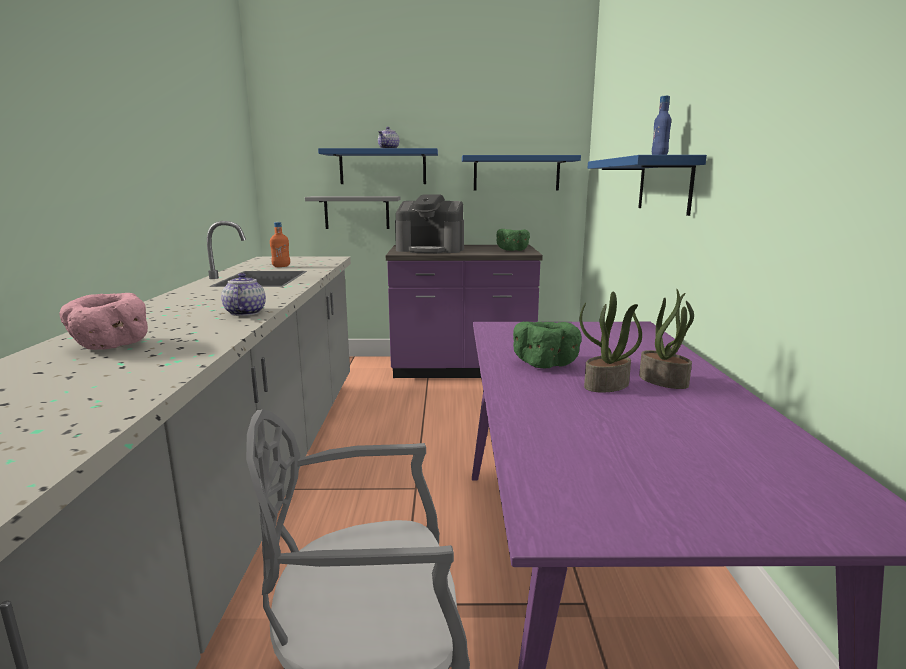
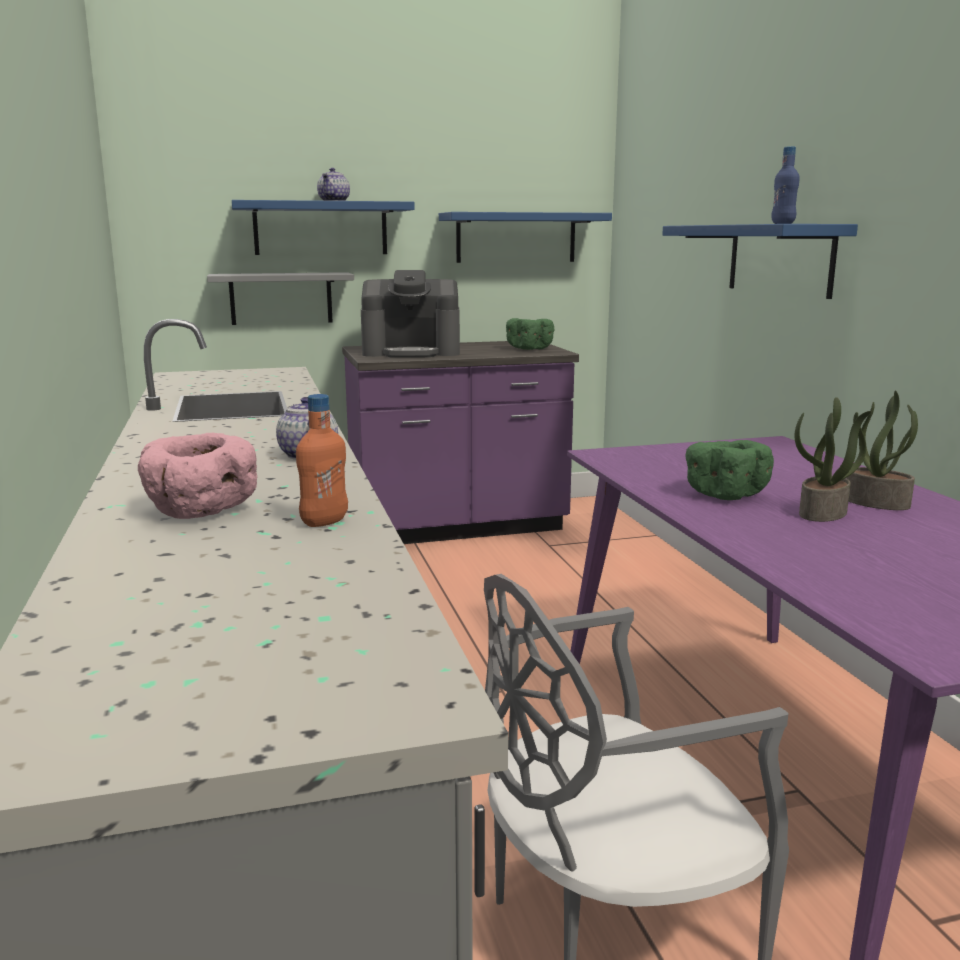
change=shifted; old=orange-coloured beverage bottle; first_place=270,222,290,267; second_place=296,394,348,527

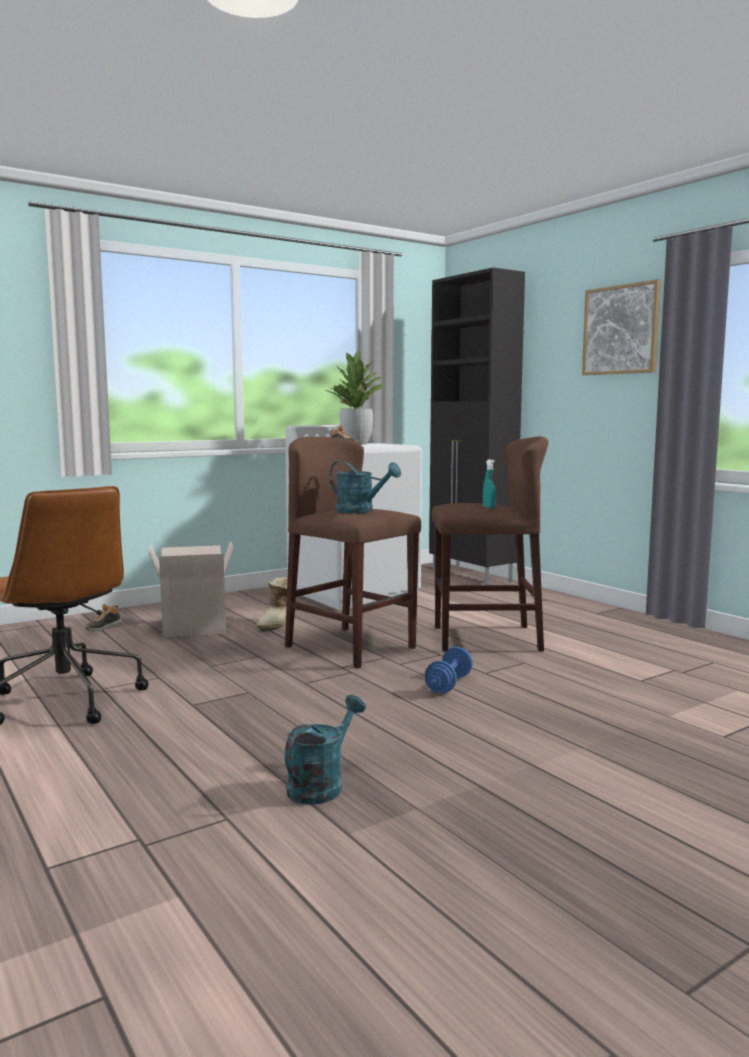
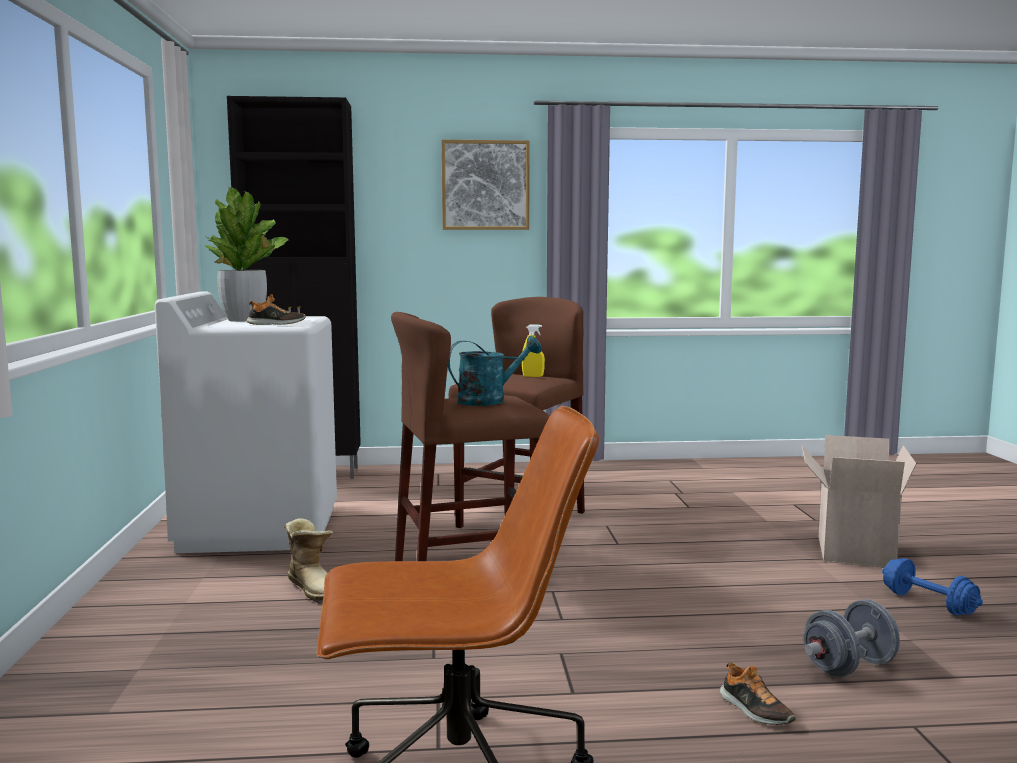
change=repainted; old=turquoise spray bottle; new=yellow-coloured spray bottle; first_place=483,460,496,508; second_place=522,325,545,377
change=shifted; old=shoe; first_place=85,604,123,631; second_place=720,662,796,725
change=shifted; old=carton; first_place=149,540,234,638; second_place=802,435,917,567
change=swapped; old=turquoise sprinkling can; new=grey hand weight; first_place=285,695,366,805; second_place=803,599,900,677
change=shifted; old=bluish hand weight; first_place=425,647,473,693; second_place=882,558,983,615

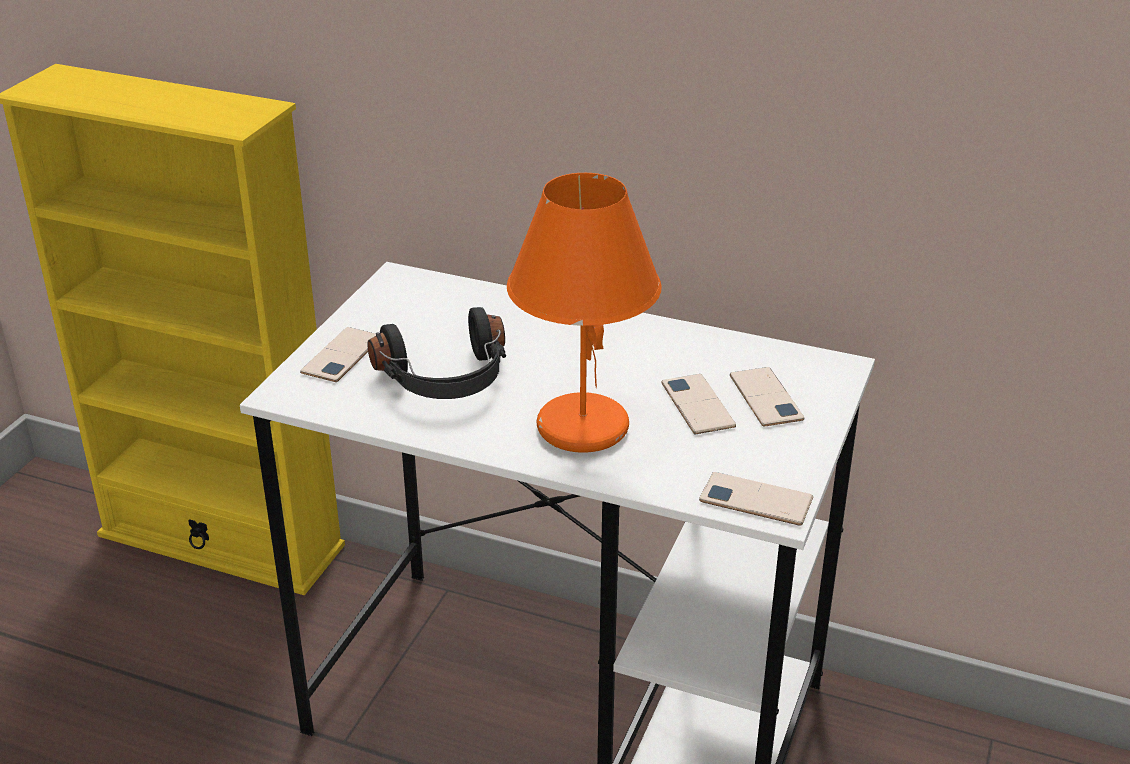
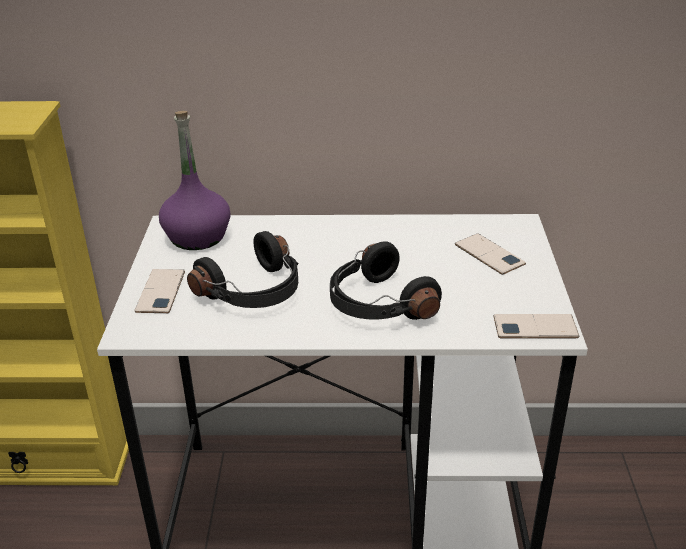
change=new; new=purplish beverage bottle; second_place=159,111,231,250
change=swapped; old=orange-coloured lamp for a table; new=blackish headphones; first_place=507,173,662,453; second_place=330,241,442,320
change=gone; old=telephone; first_place=662,374,736,434

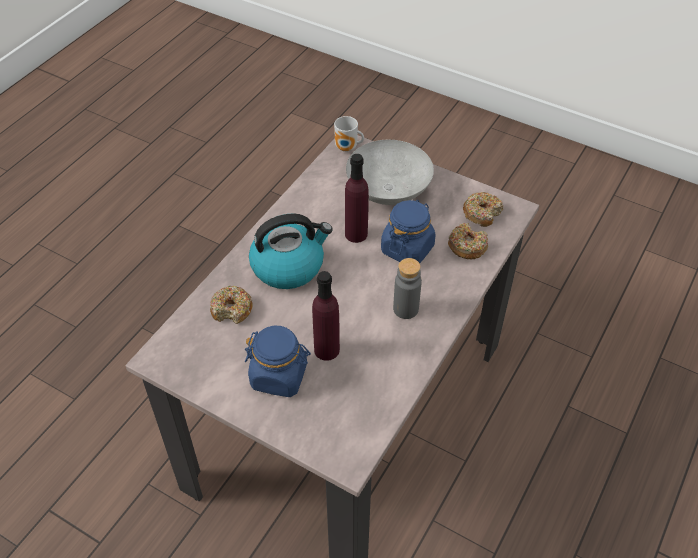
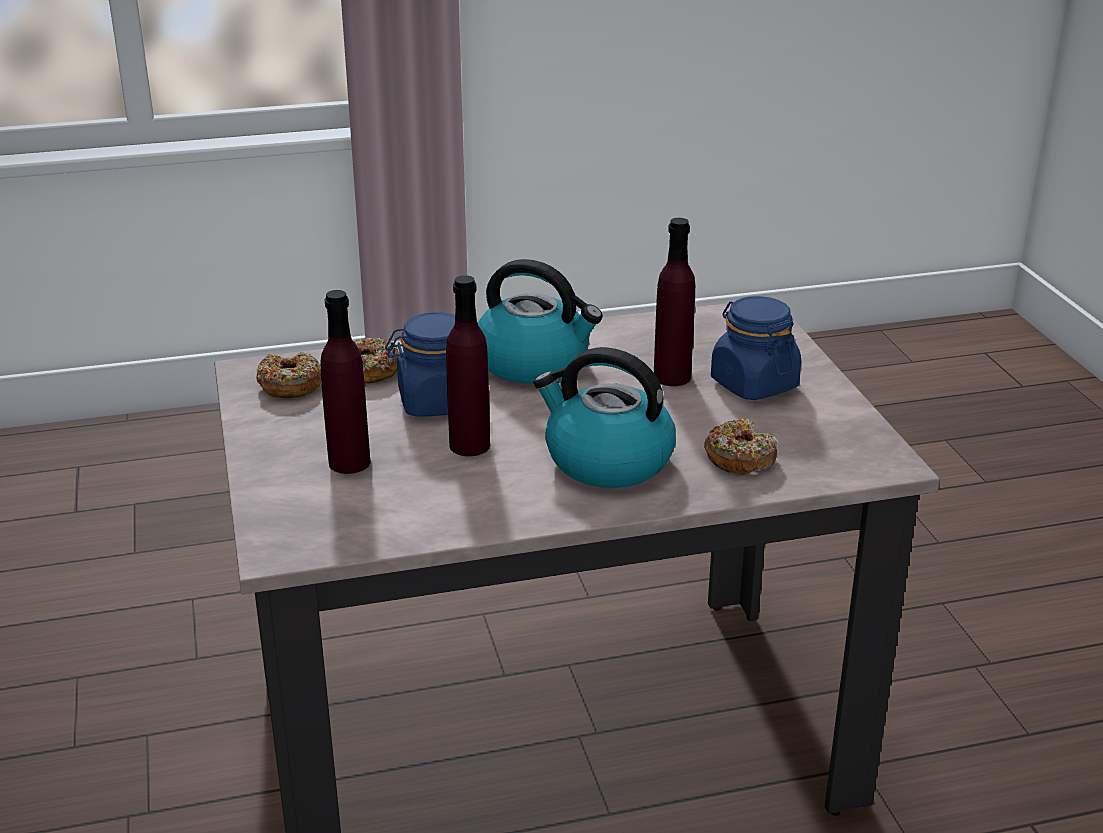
change=swapped; old=grey bowl; new=purplish beverage bottle; first_place=346,140,434,205; second_place=320,290,371,474
change=swapped; old=grey beverage bottle; new=tea kettle; first_place=393,258,422,319; second_place=477,259,603,384
change=gone; old=tea mug; first_place=334,116,364,152

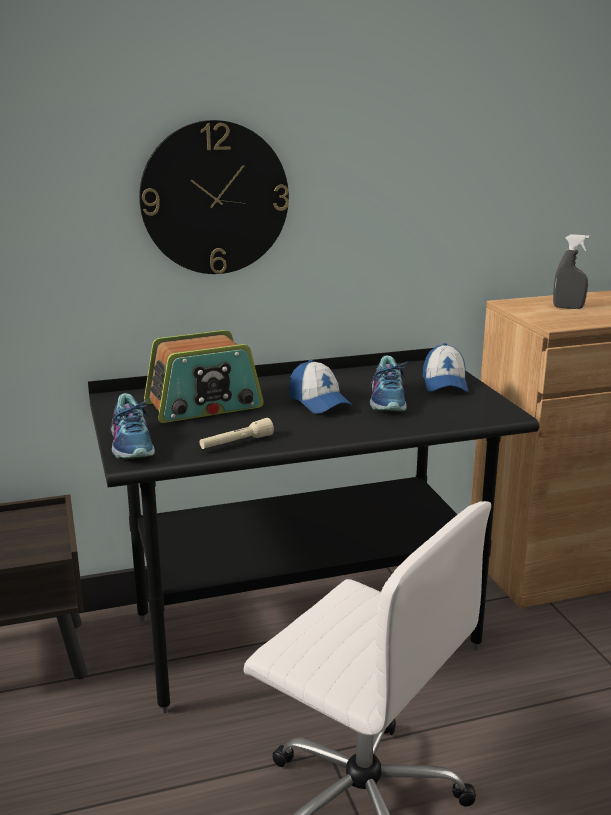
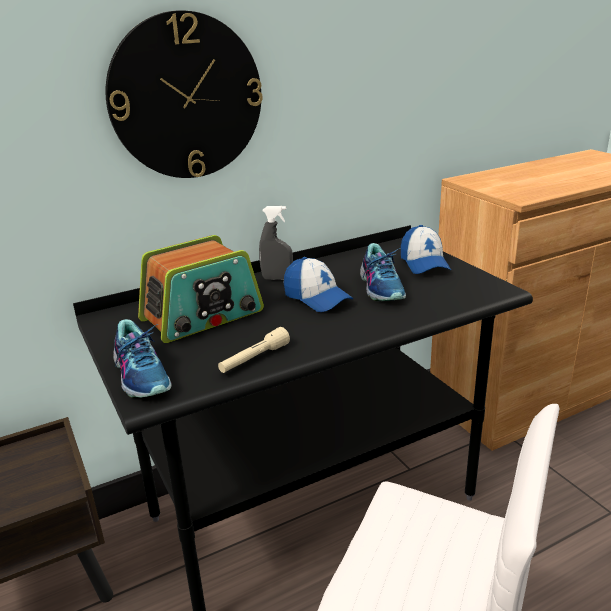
change=shifted; old=grey spray bottle; first_place=553,234,589,309; second_place=259,206,293,280

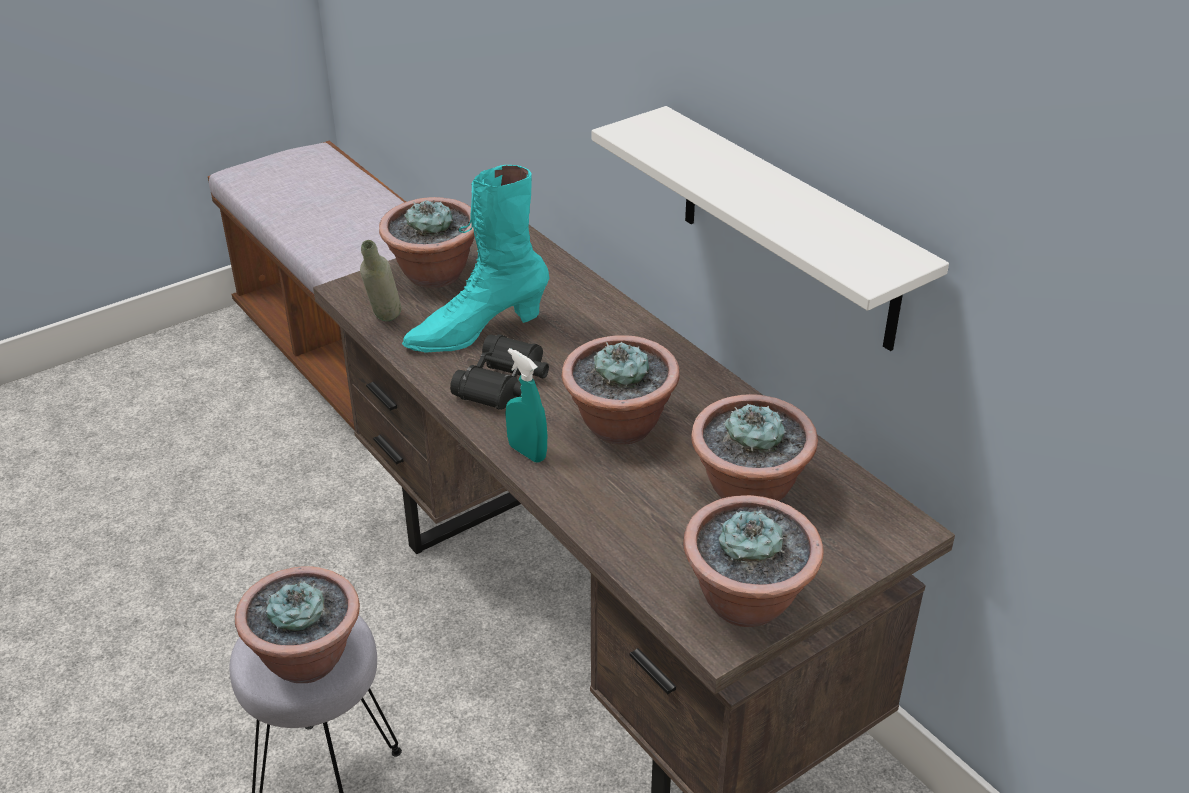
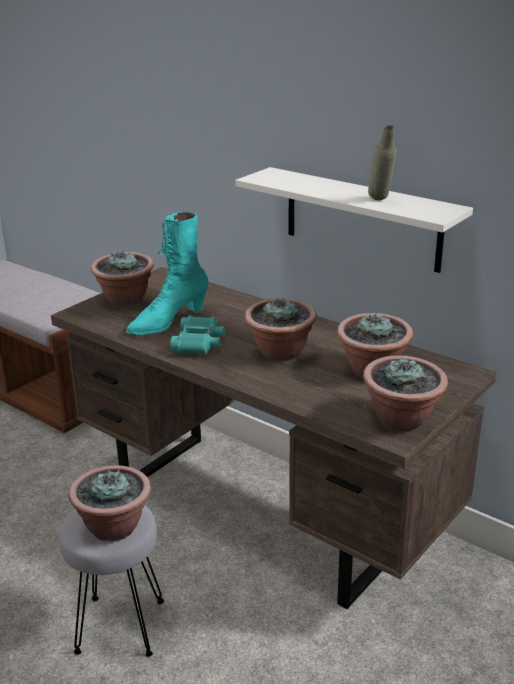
change=repainted; old=blackish field glasses; new=turquoise field glasses; first_place=450,334,549,410; second_place=170,316,225,355
change=shifted; old=grey beverage bottle; first_place=360,240,401,321; second_place=368,125,397,200
change=gone; old=turquoise spray bottle; first_place=505,348,547,463

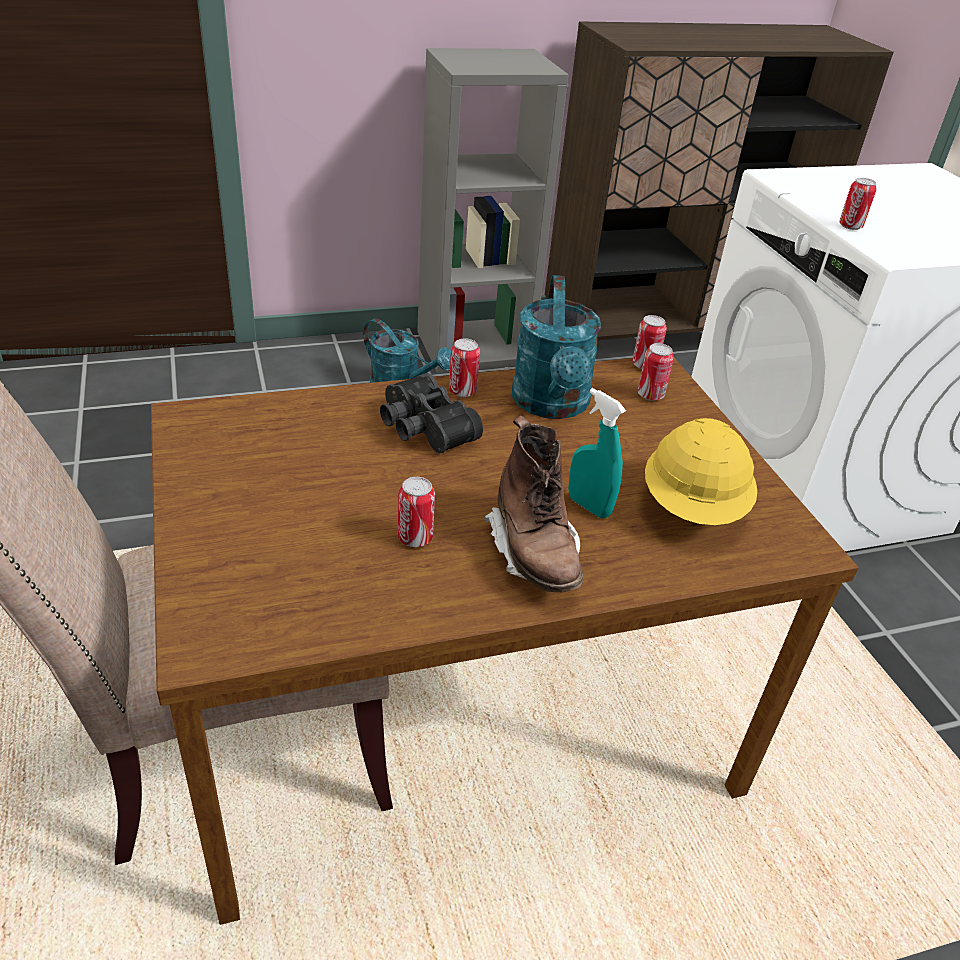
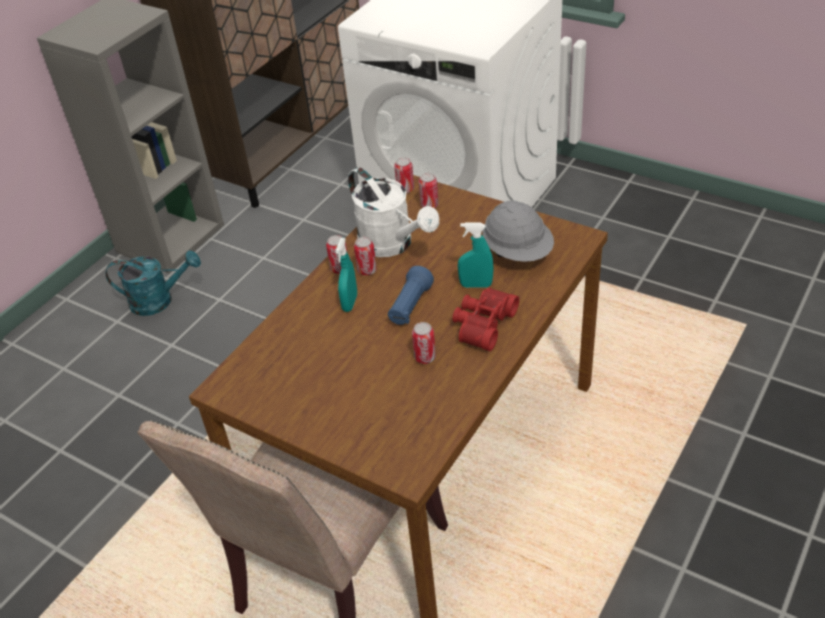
change=swapped; old=blackish field glasses; new=turquoise spray bottle; first_place=380,373,483,453; second_place=335,238,357,312
change=repainted; old=turquoise sprinkling can; new=whitish sprinkling can; first_place=512,275,601,419; second_place=348,167,439,257
change=shifted; old=can; first_place=839,178,877,230; second_place=354,237,377,275
change=new; new=bluish hand torch; second_place=388,266,434,325
change=swapped; old=brownish tall boot; new=reddish field glasses; first_place=484,416,583,592; second_place=452,287,519,351
change=repainted; old=yellow-coloured safety helmet; new=grey safety helmet; first_place=645,418,758,525; second_place=482,201,554,262

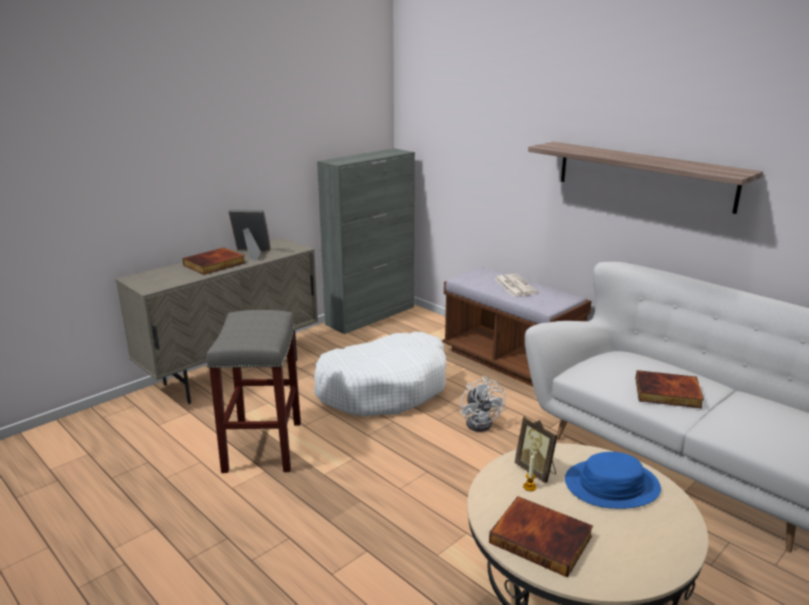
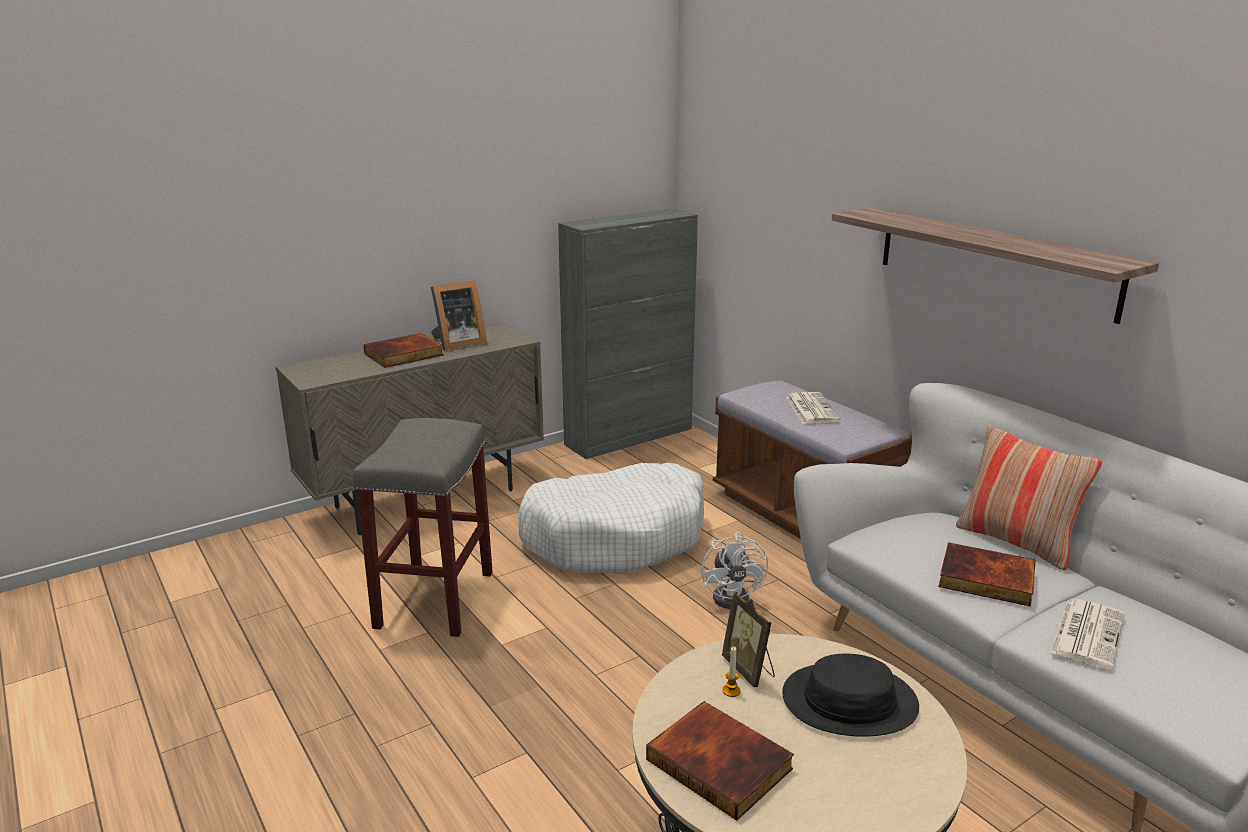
change=rotated; old=picture frame; first_place=229,209,271,260; second_place=431,281,487,350; degrees=135
change=repainted; old=bluish hat; new=blackish hat; first_place=565,452,661,509; second_place=782,654,919,737
change=new; new=throw pillow; second_place=956,426,1102,570
change=new; new=printed paper; second_place=1050,599,1125,670

